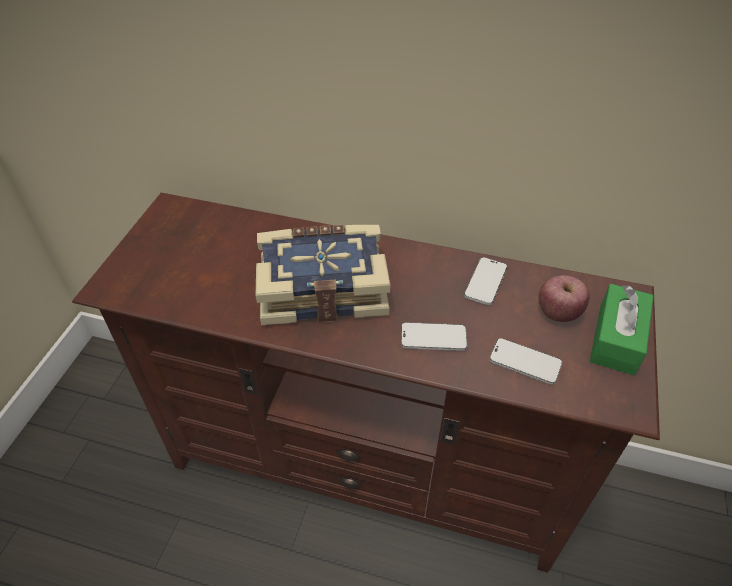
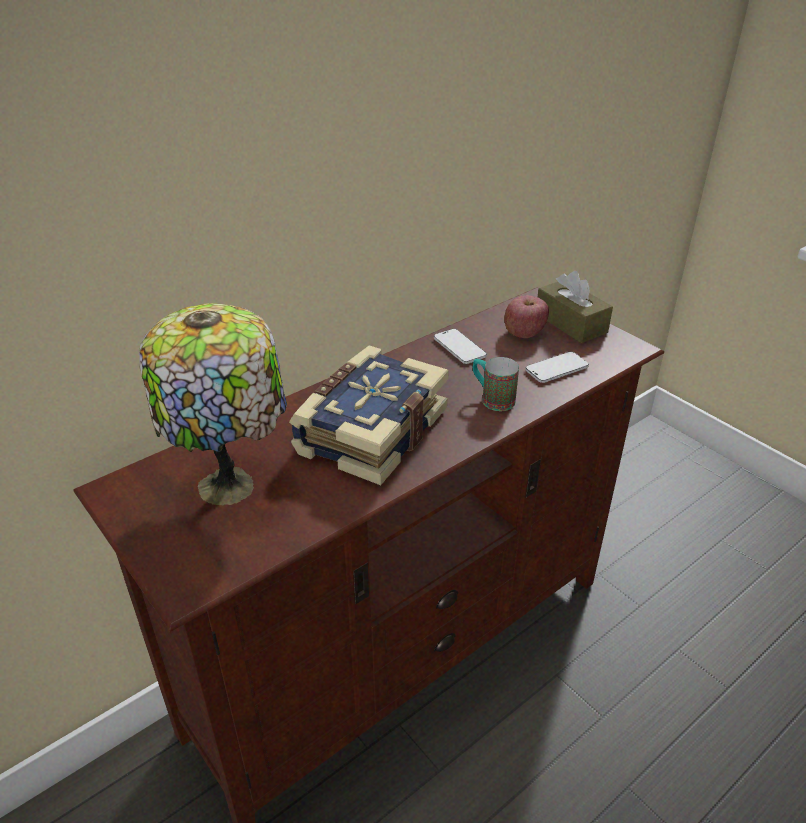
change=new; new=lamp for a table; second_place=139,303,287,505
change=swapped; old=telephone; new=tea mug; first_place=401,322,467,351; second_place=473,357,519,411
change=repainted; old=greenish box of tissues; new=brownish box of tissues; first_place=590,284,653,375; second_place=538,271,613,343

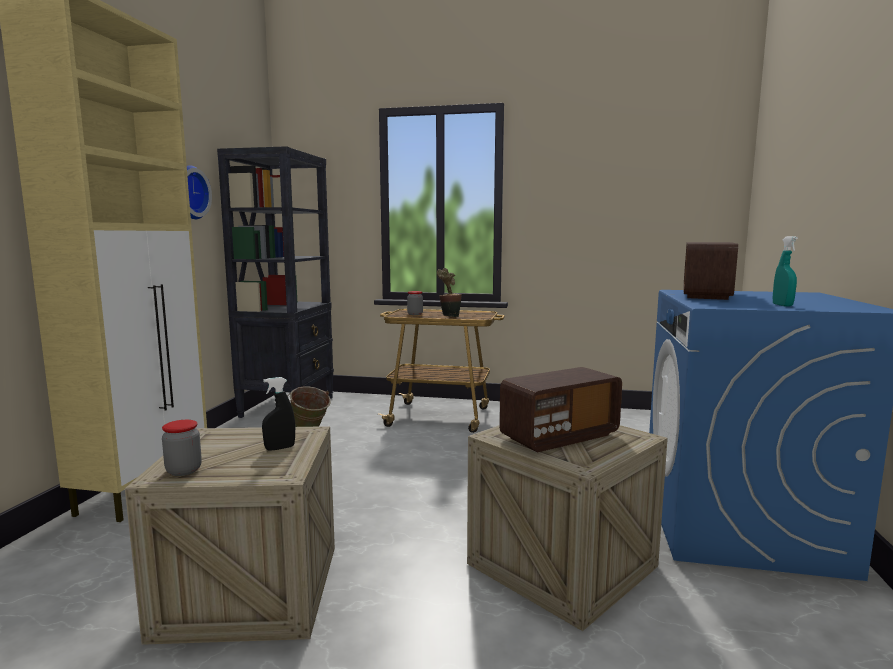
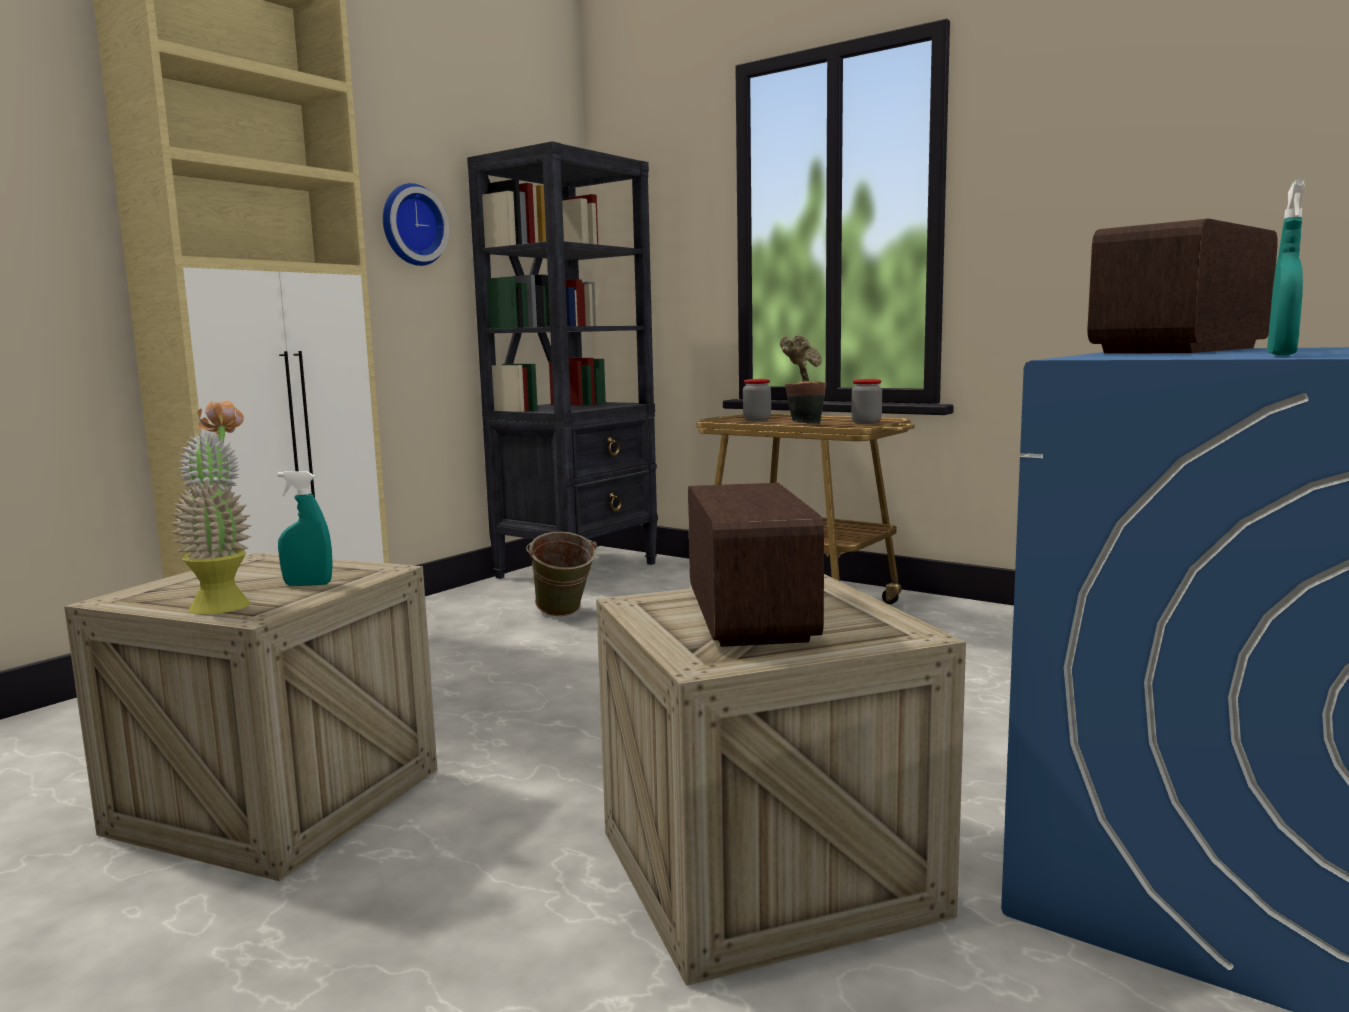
change=new; new=potted plant; second_place=170,401,252,614
change=repainted; old=blackish spray bottle; new=turquoise spray bottle; first_place=262,377,295,451; second_place=277,471,333,586
change=rotated; old=radio receiver; first_place=499,367,622,453; second_place=688,483,824,647; degrees=-90
change=shifted; old=jar; first_place=162,420,202,476; second_place=851,379,882,424

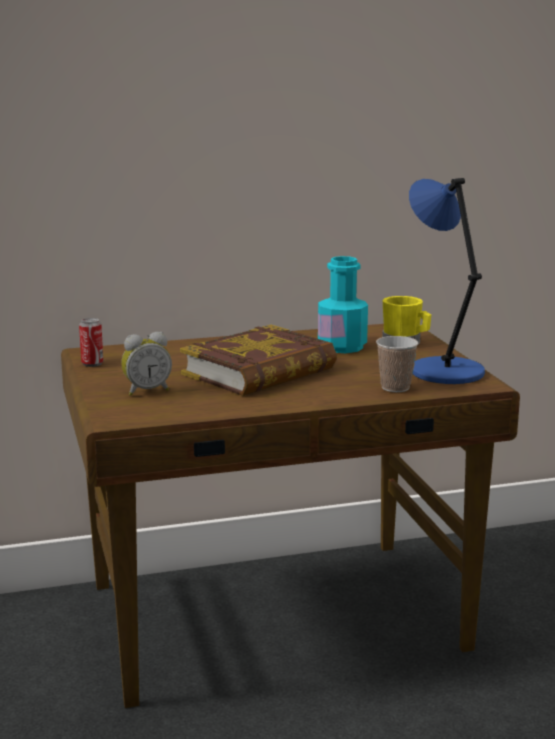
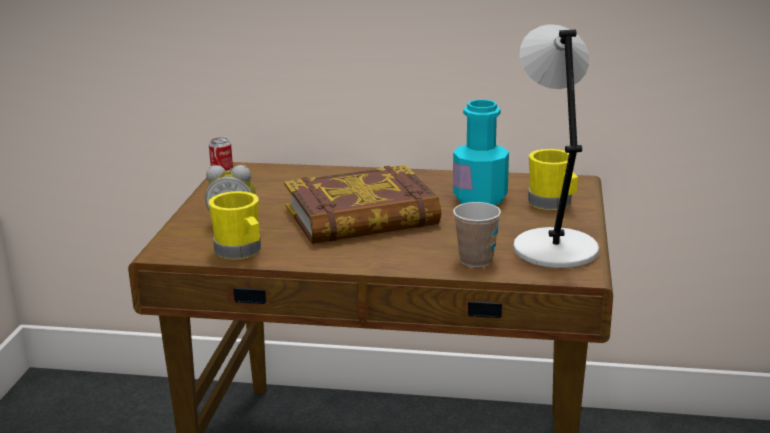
change=new; new=yellow-coloured tea mug; second_place=209,191,261,259
change=repainted; old=bluish lamp for a table; new=grey lamp for a table; first_place=409,178,485,384; second_place=513,24,599,268

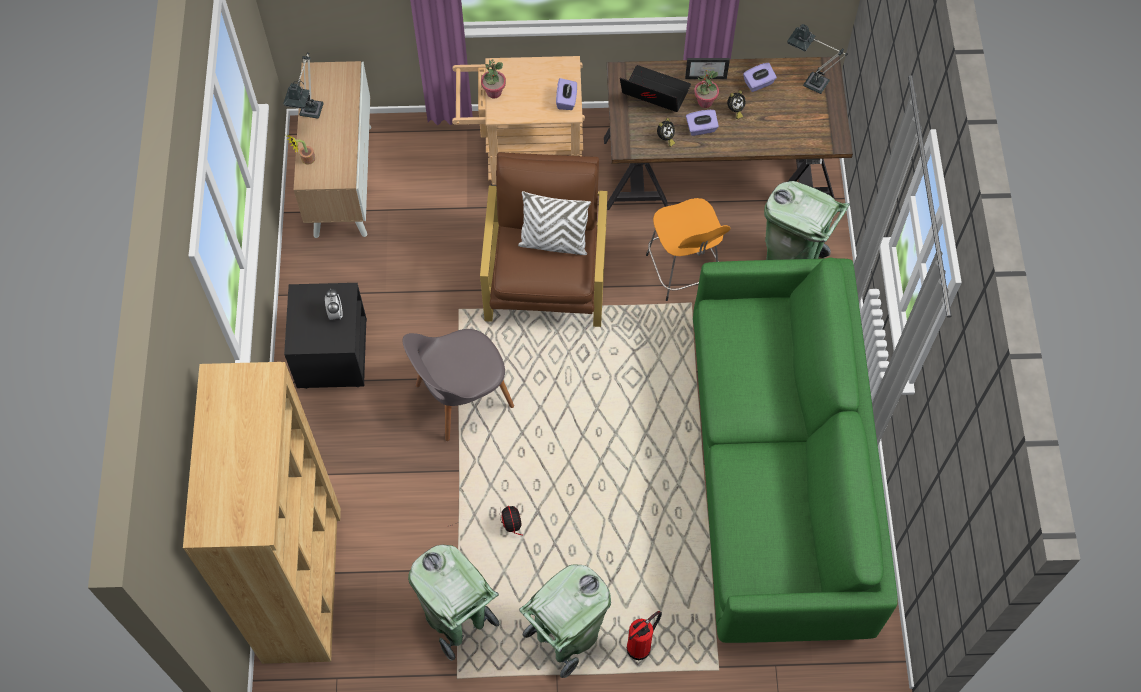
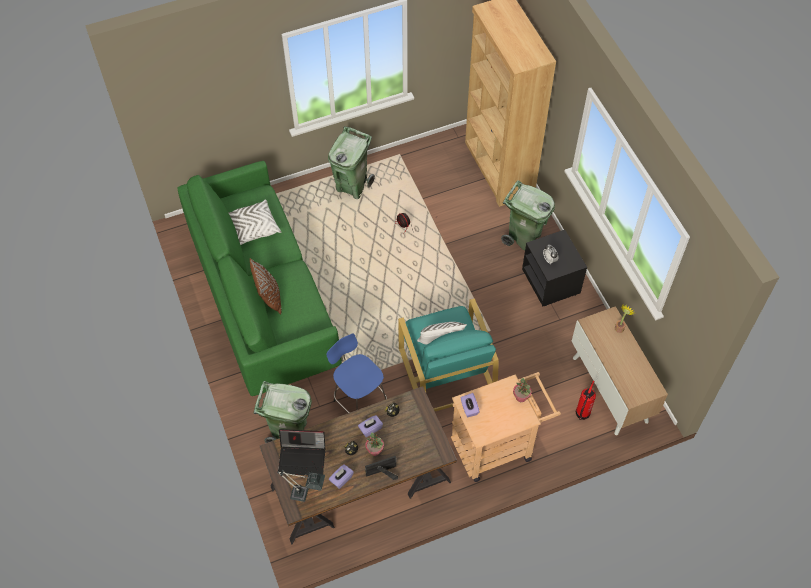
change=new; new=whitish throw pillow; second_place=228,199,281,245
change=new; new=brownish throw pillow; second_place=250,258,281,315
change=shifted; old=notebook computer; first_place=620,65,691,112; second_place=278,429,325,475
change=repainted; old=orange-coloured sitting stool; new=bluish sitting stool; first_place=646,198,730,301; second_place=326,334,387,413
change=repainted; old=brownish easy chair; new=turquoise easy chair; first_place=480,152,608,327; second_place=398,298,499,411
change=shifted; old=greenish waste bin; first_place=408,544,499,661; second_place=501,180,555,250
change=shifted; old=extinguisher; first_place=627,611,662,660; second_place=576,380,596,420
change=gone; old=lamp for a table; first_place=283,53,324,119
change=gone; old=grey chair; first_place=403,329,514,441

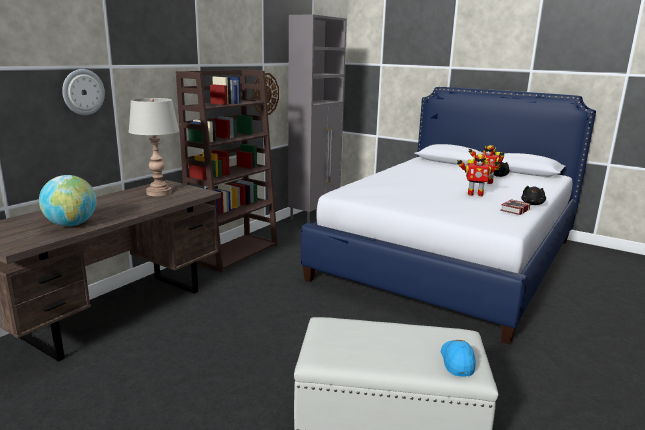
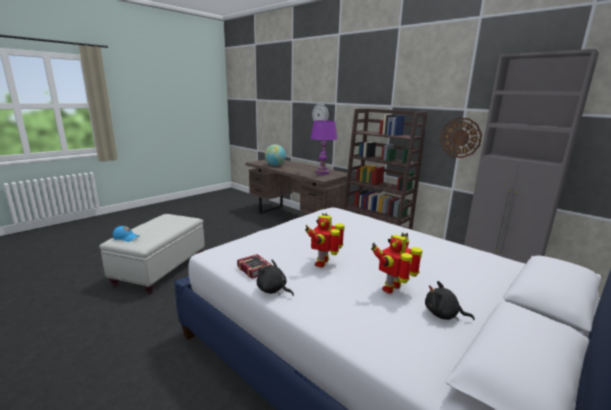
change=repainted; old=grey lamp for a table; new=purplish lamp for a table; first_place=128,98,179,196; second_place=311,120,337,175

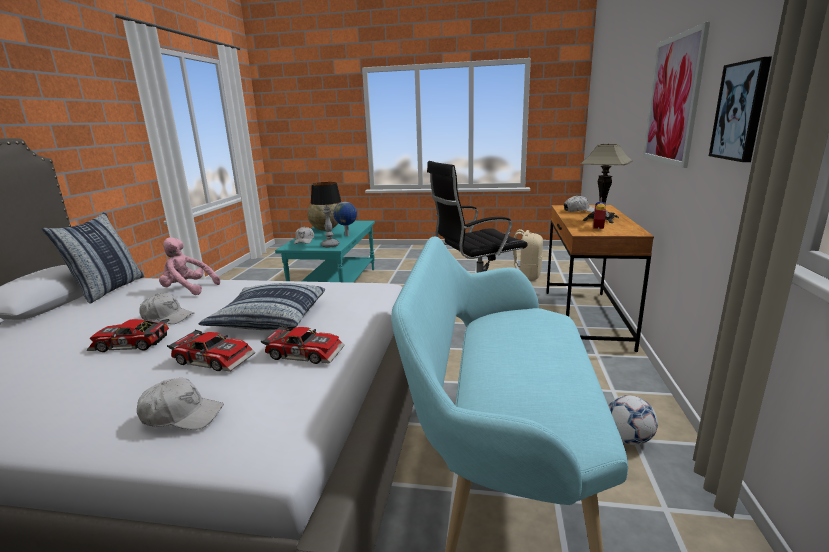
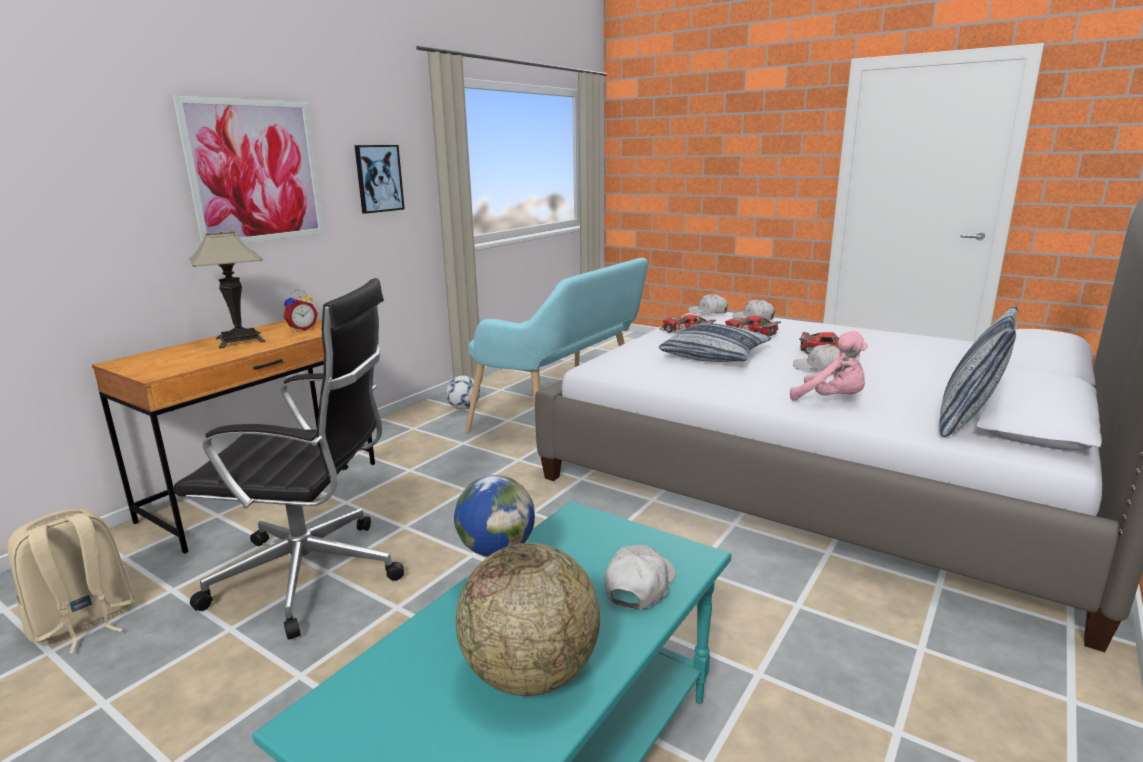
change=shifted; old=whitish cap; first_place=564,195,595,212; second_place=688,294,728,314
change=gone; old=lamp for a table; first_place=311,182,342,248

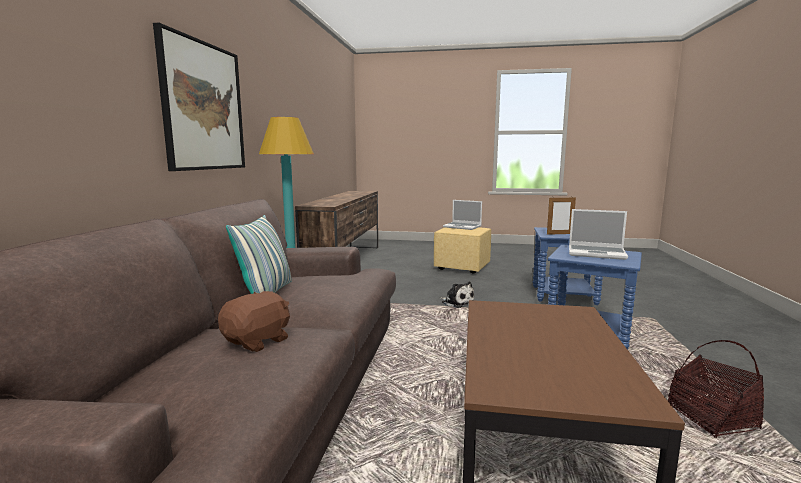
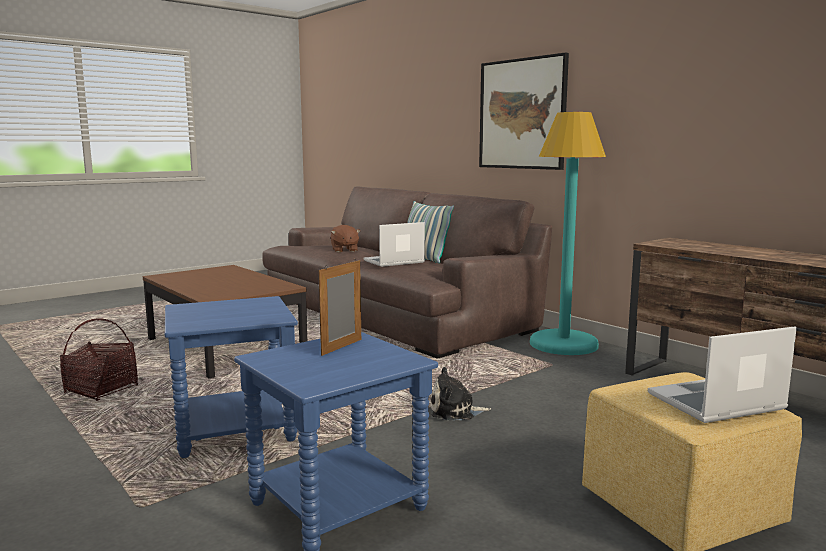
change=shifted; old=notebook computer; first_place=569,209,628,260; second_place=364,222,425,267

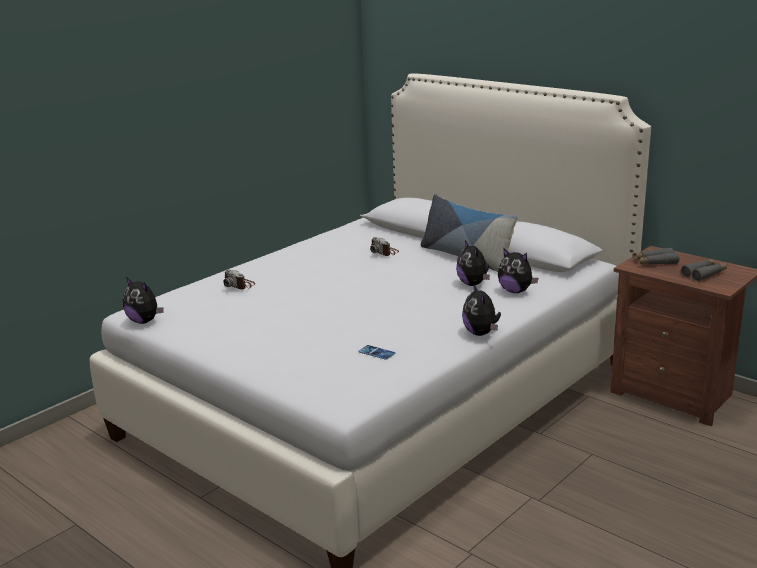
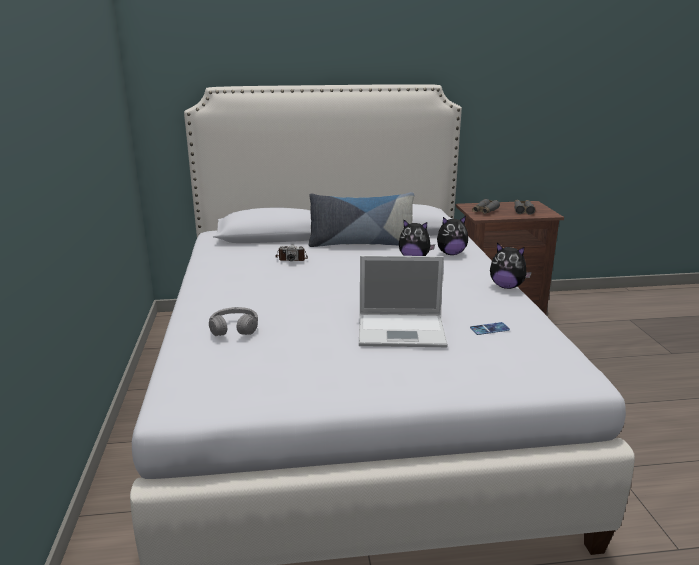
change=swapped; old=still camera; new=grey headphones; first_place=223,269,255,290; second_place=209,307,258,336
change=new; new=notebook computer; second_place=359,255,448,347
change=gone; old=cuddly toy; first_place=123,277,164,324

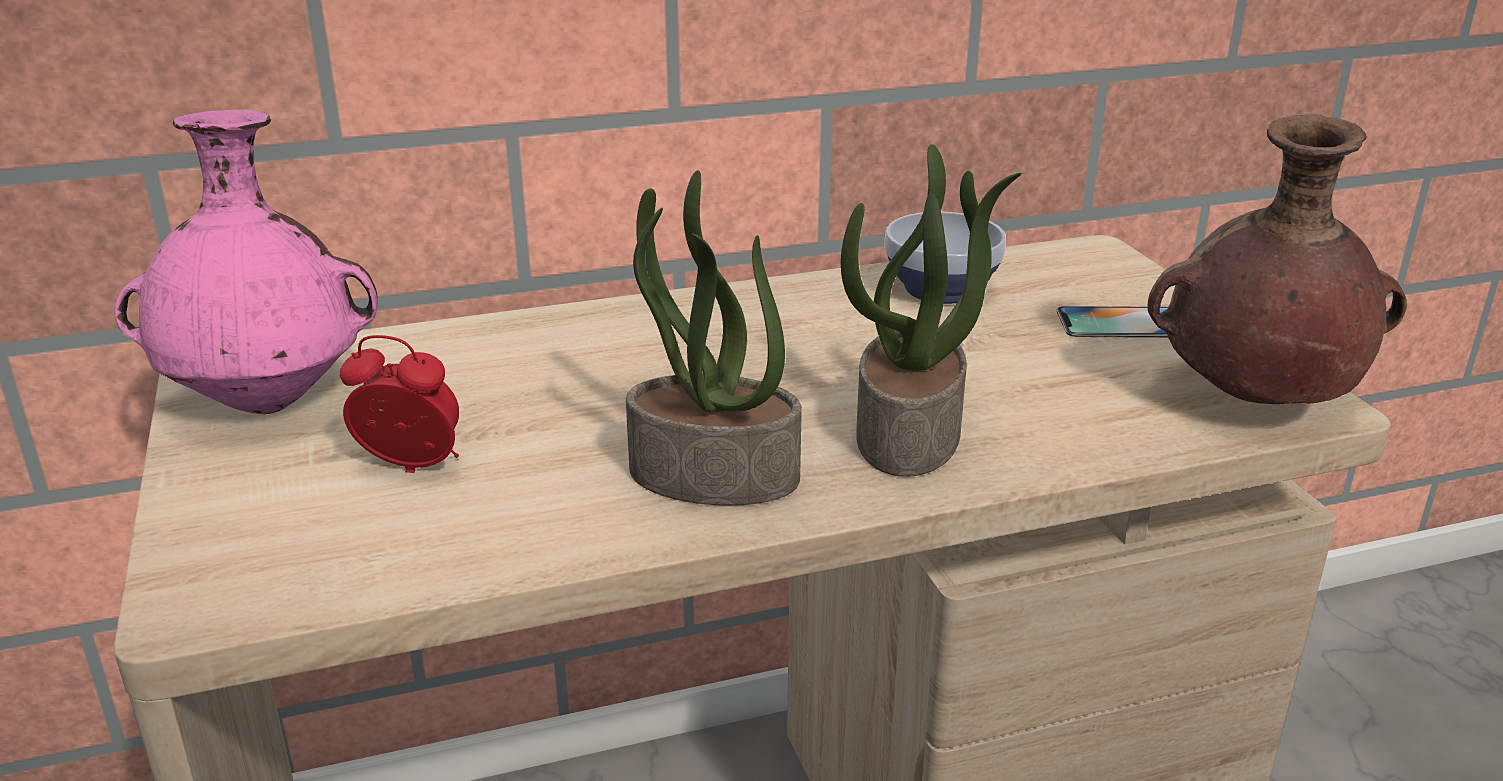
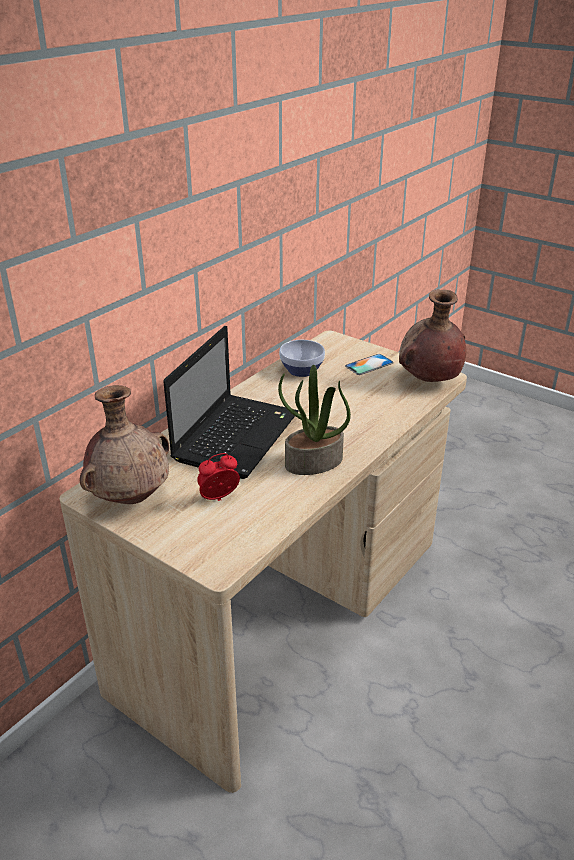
change=repainted; old=pink-coloured vase; new=brownish vase; first_place=114,109,378,414; second_place=80,385,169,504
change=new; new=notebook computer; second_place=163,326,299,479
change=gone; old=potted plant; first_place=841,144,1022,477

